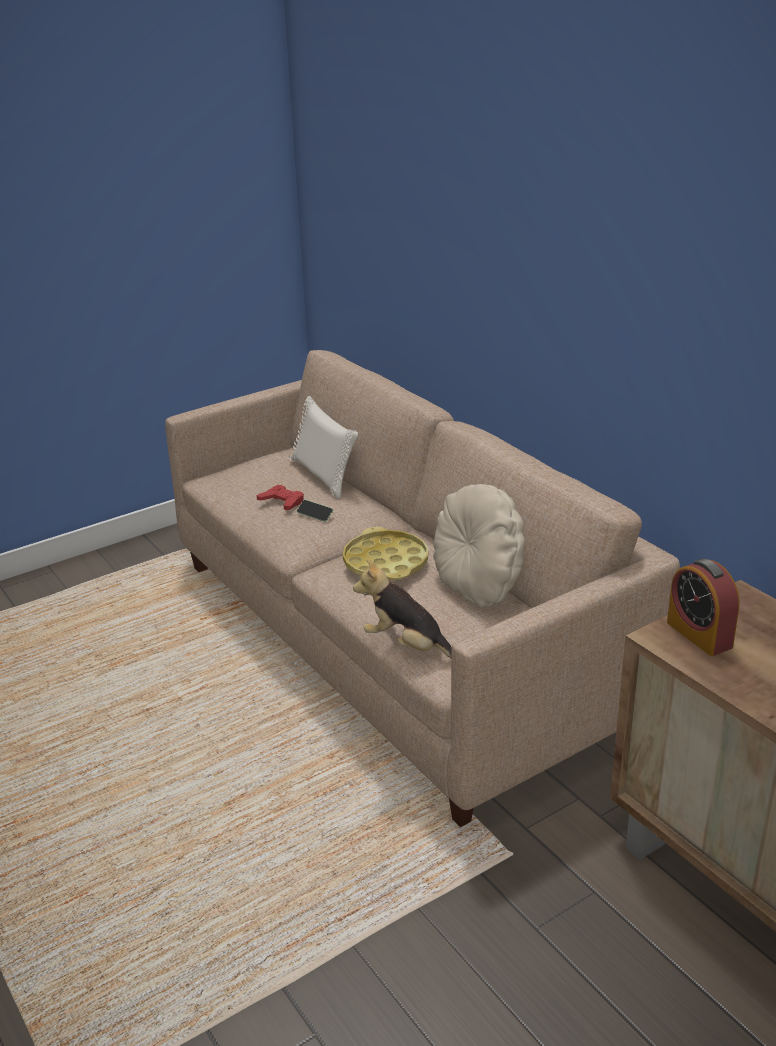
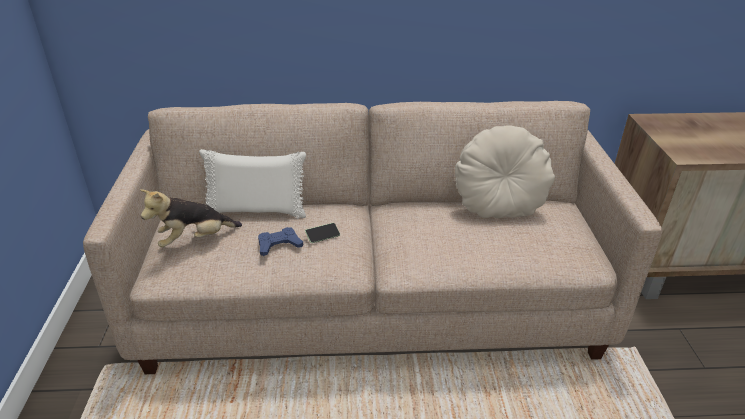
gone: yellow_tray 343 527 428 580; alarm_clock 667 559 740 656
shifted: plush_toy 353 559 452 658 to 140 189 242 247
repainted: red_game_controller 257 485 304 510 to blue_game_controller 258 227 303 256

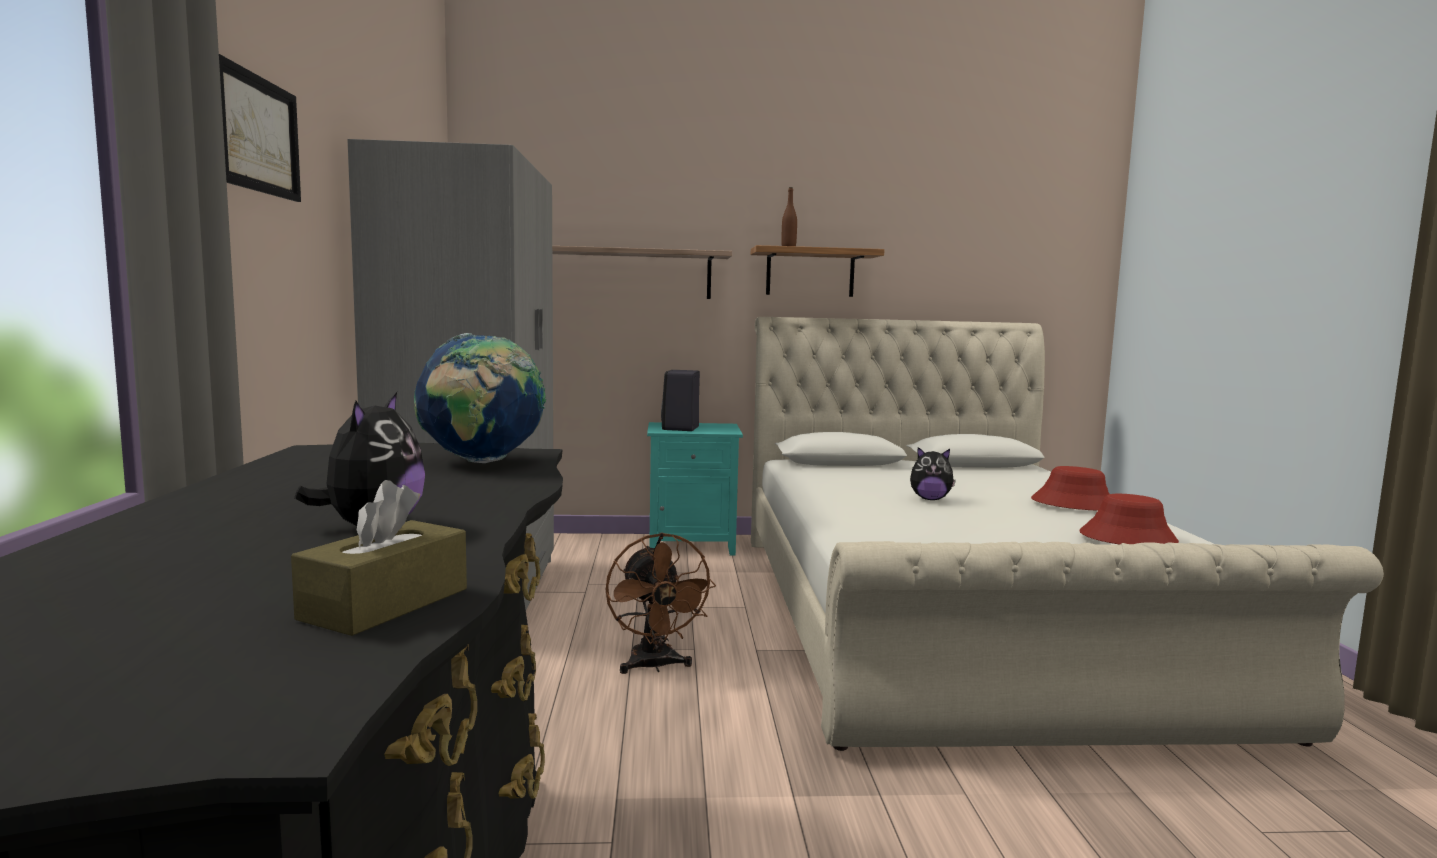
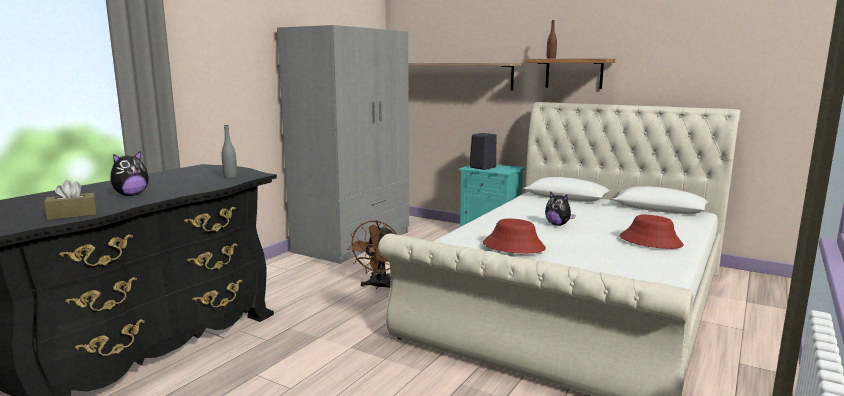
gone: picture 219 54 301 202
shifted: red_hat 1079 494 1179 544 to 483 219 546 254
swapped: globe 414 333 546 463 to grey_bottle 222 125 237 178

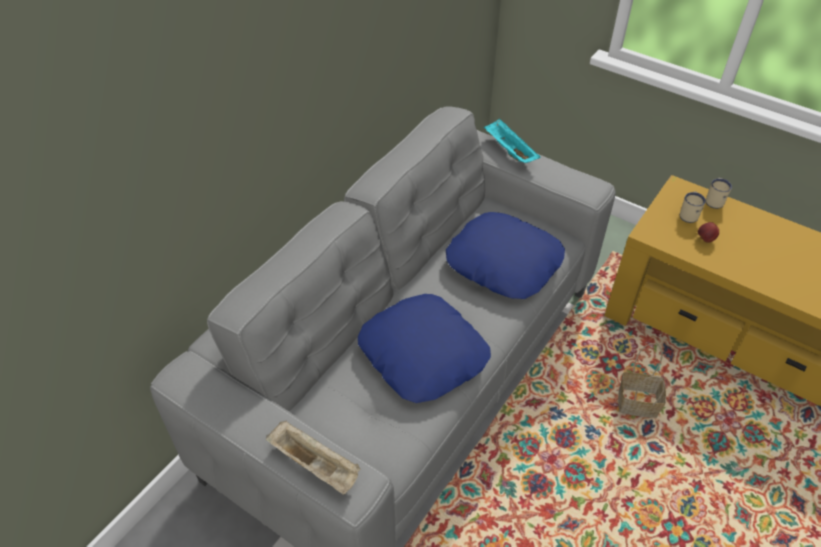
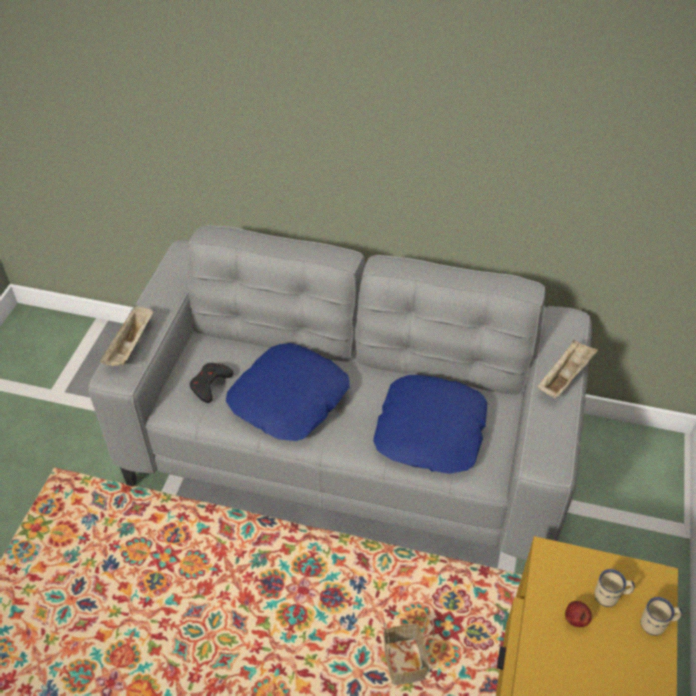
new: black_game_controller 190 363 233 403
repainted: turquoise_tray 484 119 540 163 to beige_tray 537 340 598 399

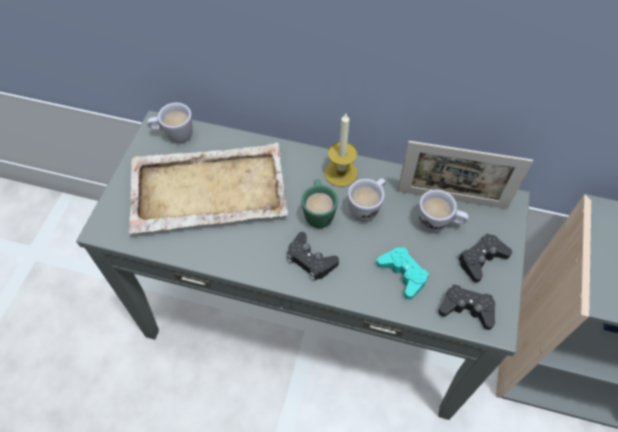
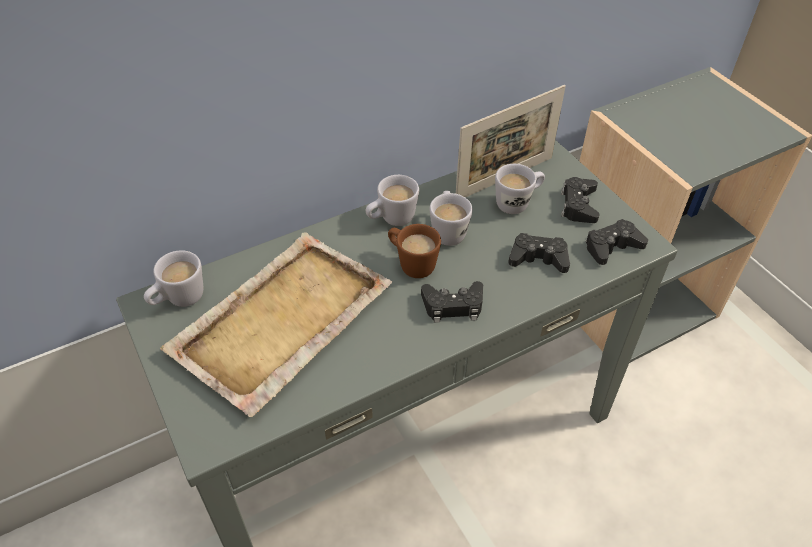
swapped: candle 325 114 358 187 to white_mug 366 175 419 226
repainted: green_mug 301 179 338 228 to brown_mug 388 224 441 278; turquoise_game_controller 376 247 429 300 to black_game_controller 508 233 570 273

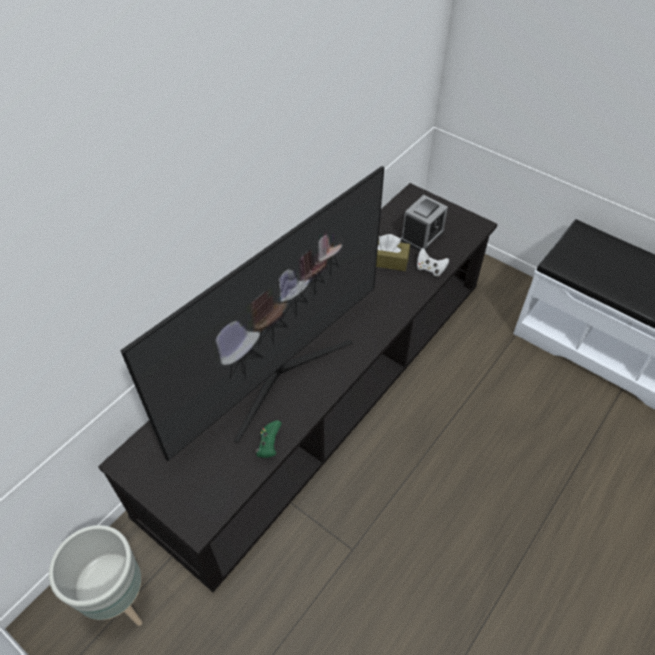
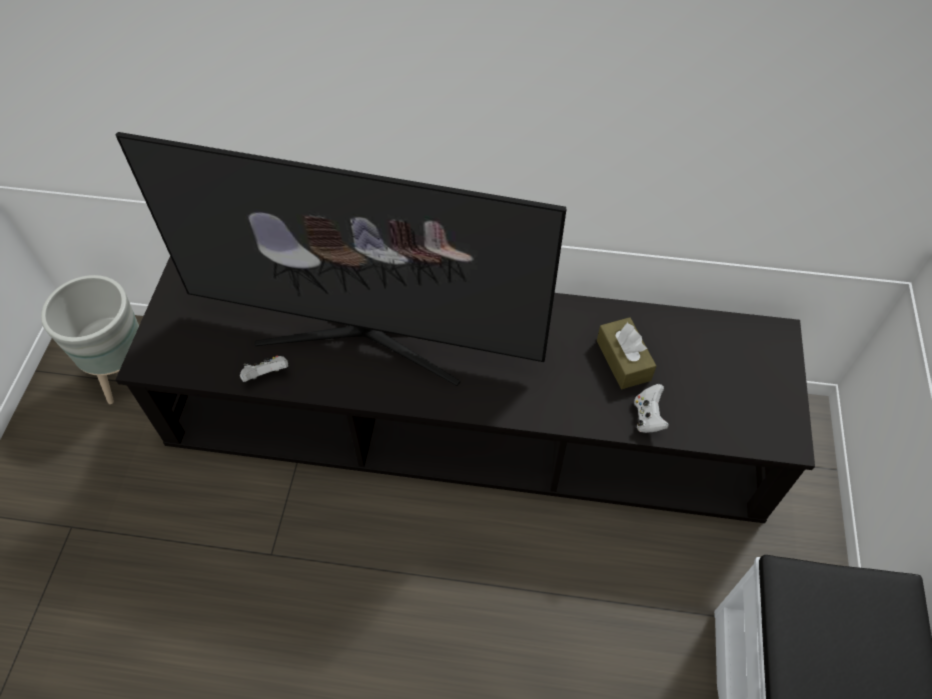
gone: alarm_clock 401 195 448 251
repainted: green_game_controller 255 420 282 458 to white_game_controller 240 355 288 382

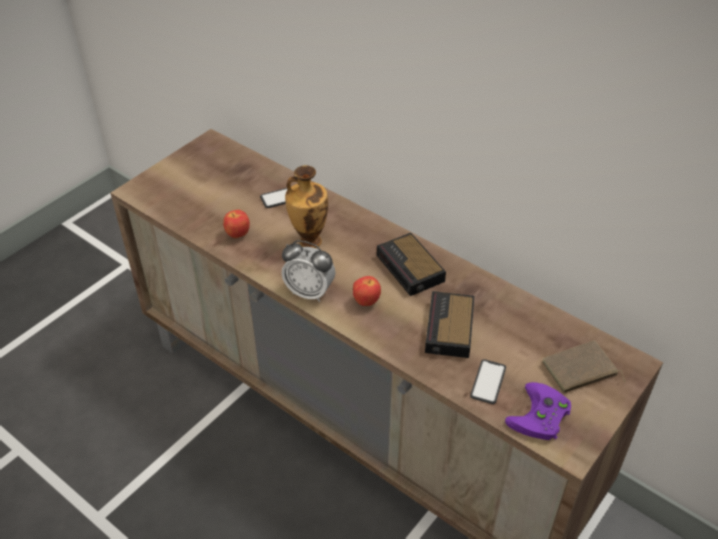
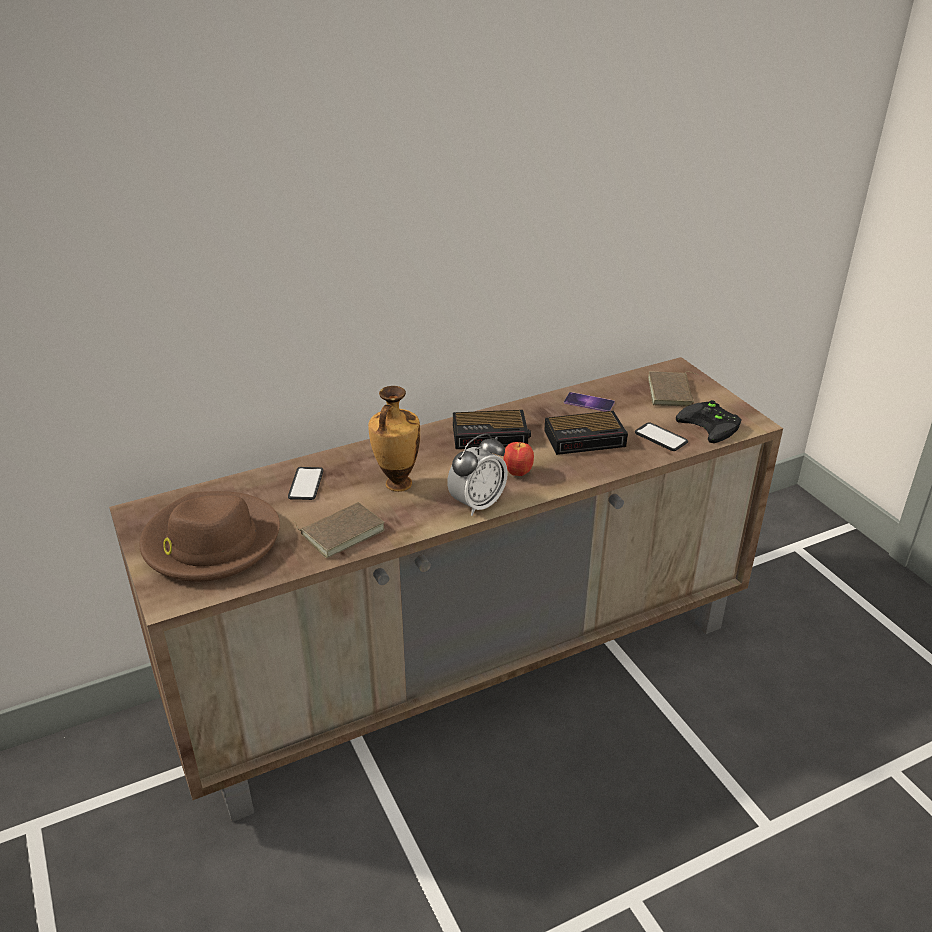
new: phone 564 392 615 412; brown_hat 139 491 280 582
swapped: apple 223 210 250 238 to brown_book 293 502 385 558
repainted: purple_game_controller 505 382 571 440 to black_game_controller 676 400 742 443
rotated: alarm_clock 425 291 474 358 = 544 411 628 455 45 degrees counterclockwise

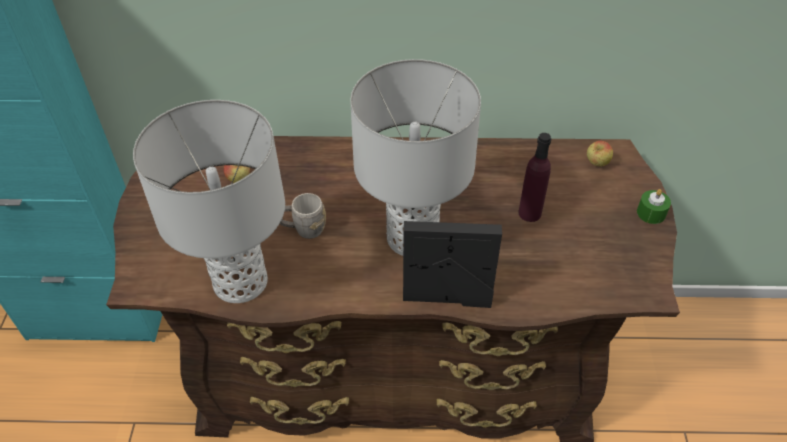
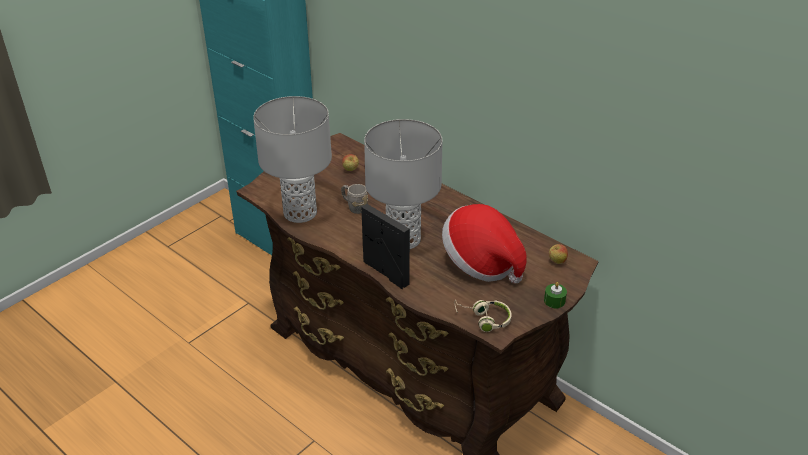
new: beige_headphones 454 300 512 332
swapped: purple_bottle 518 133 551 222 to hat 442 204 527 283

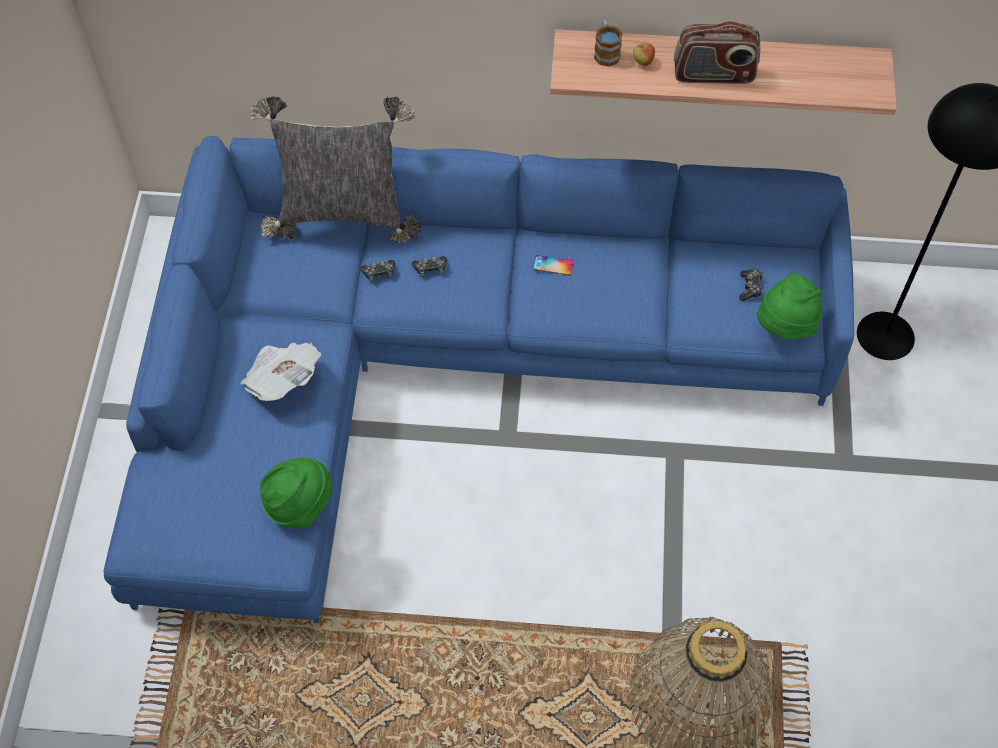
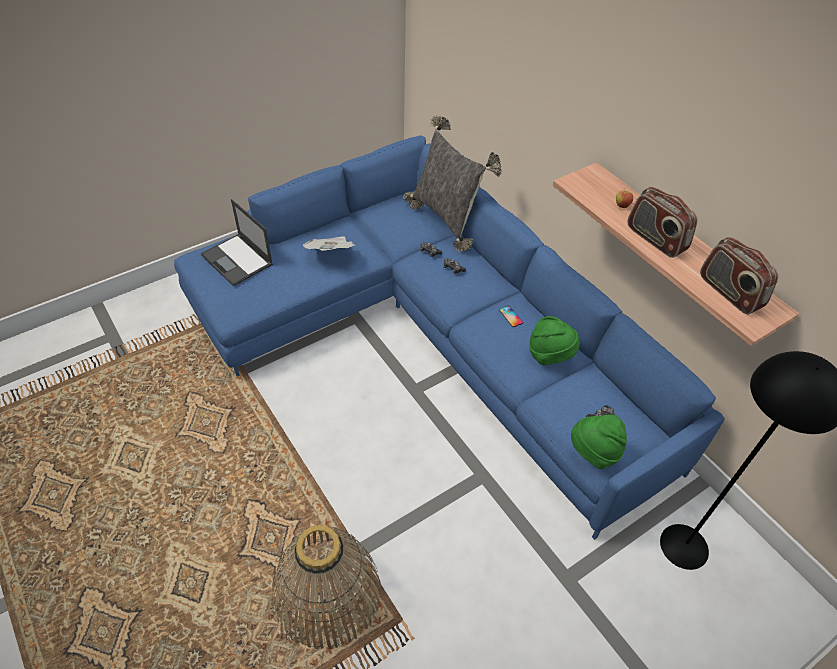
gone: mug 594 20 623 67
new: laptop 201 199 273 286; radio 700 237 778 315
shifted: green_hat 260 457 332 528 to 529 316 580 365

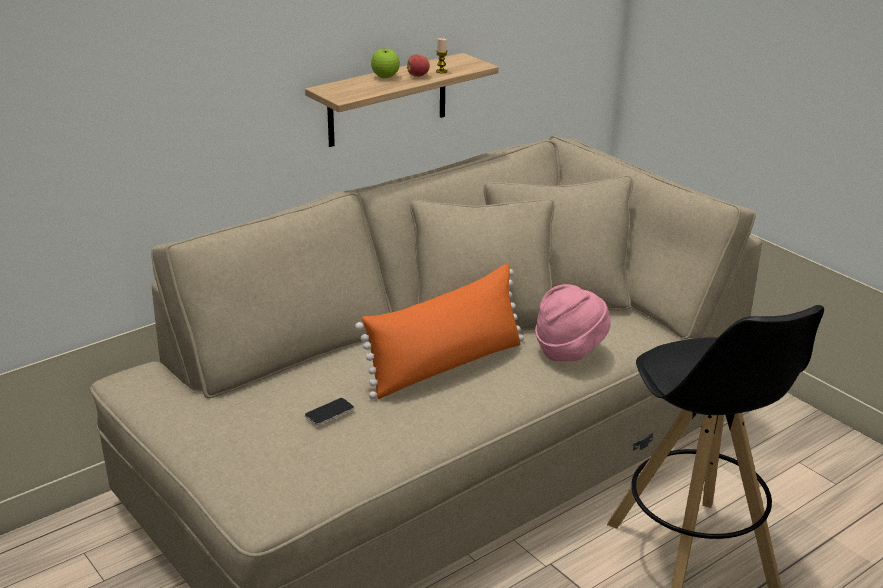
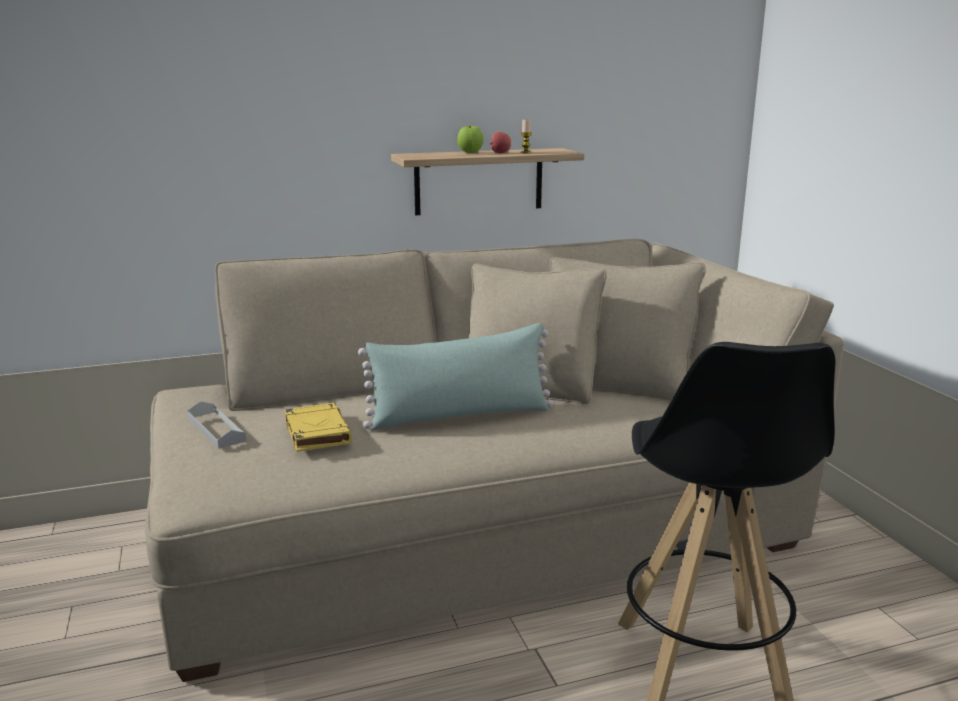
gone: pink_hat 535 284 611 361
new: grey_tray 187 401 246 449
swapped: phone 305 398 354 425 to yellow_book 285 403 352 452
repainted: orange_pillow 355 264 524 399 to green_pillow 358 323 553 430

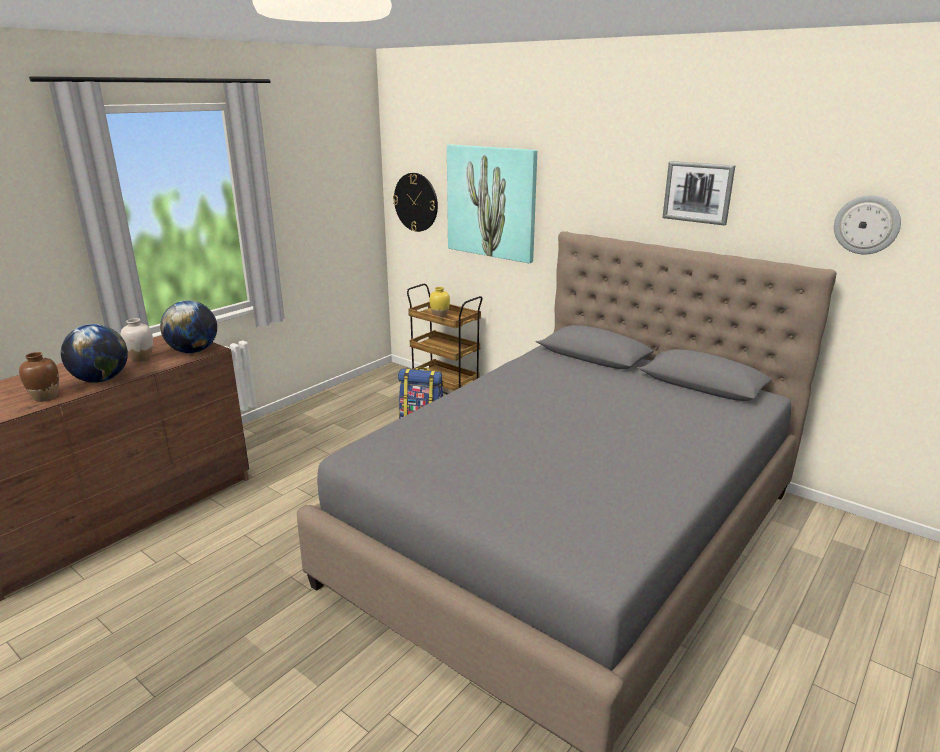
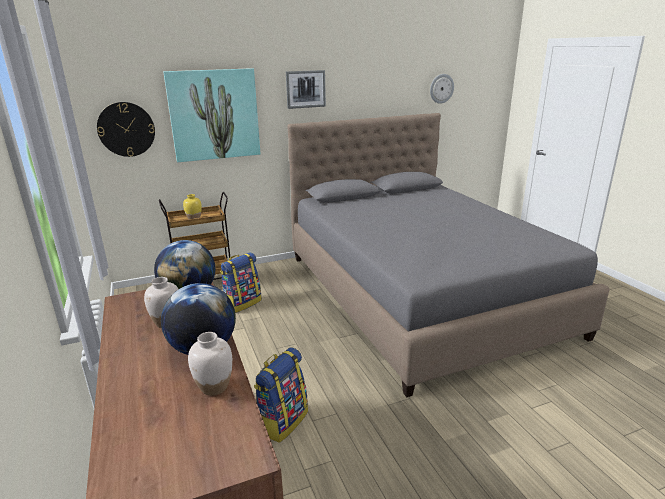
new: backpack 254 348 308 443
shifted: picture 663 161 735 225 to 286 70 326 109
repainted: brown_vase 19 352 59 402 to white_vase 188 332 232 396

